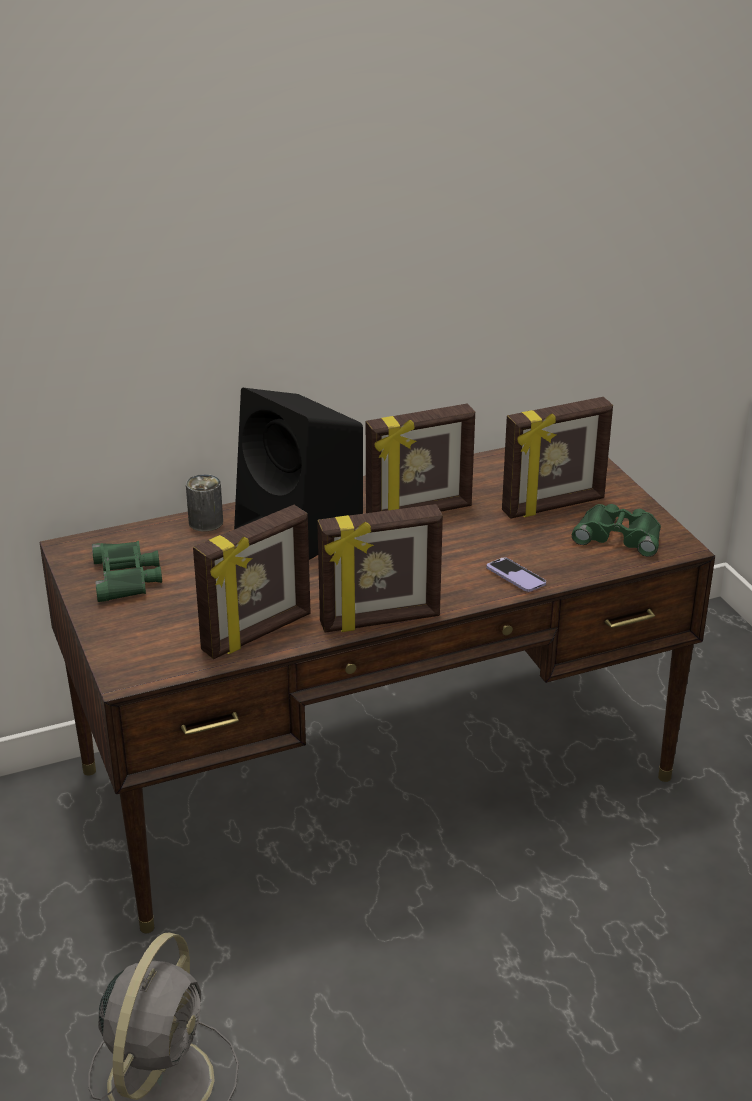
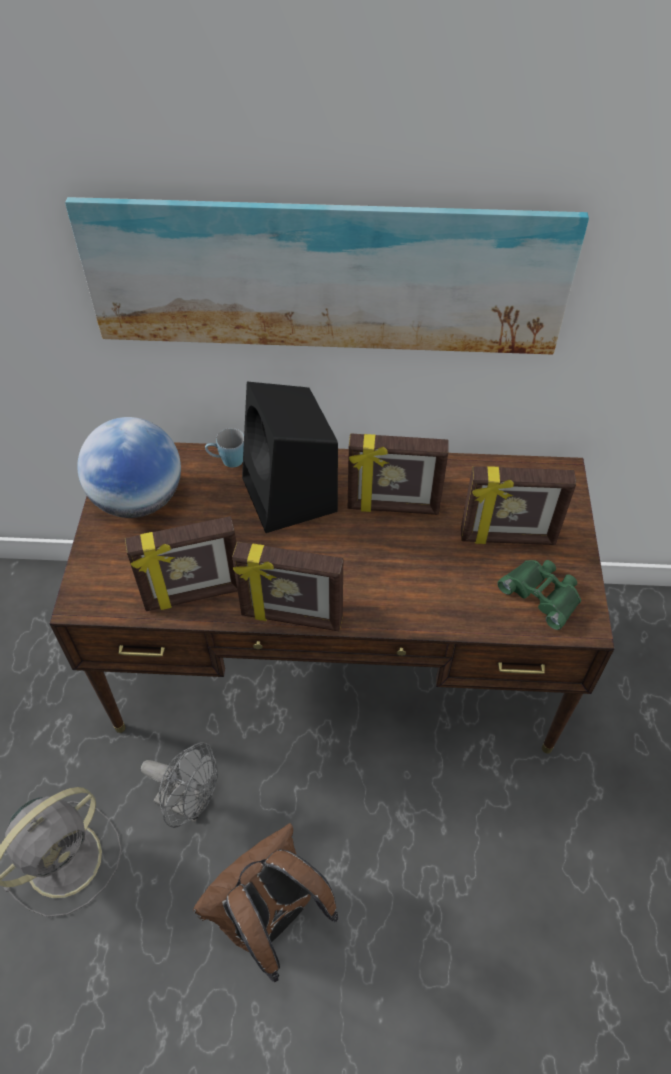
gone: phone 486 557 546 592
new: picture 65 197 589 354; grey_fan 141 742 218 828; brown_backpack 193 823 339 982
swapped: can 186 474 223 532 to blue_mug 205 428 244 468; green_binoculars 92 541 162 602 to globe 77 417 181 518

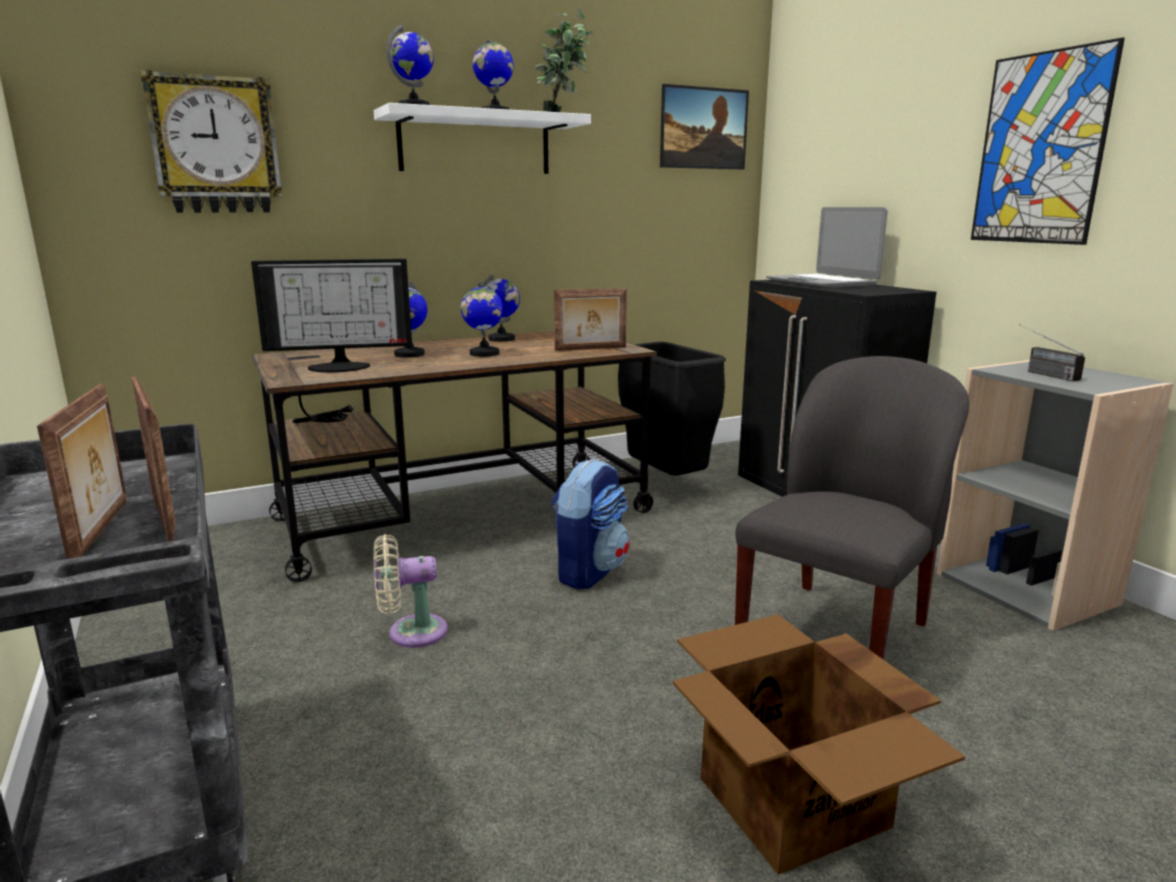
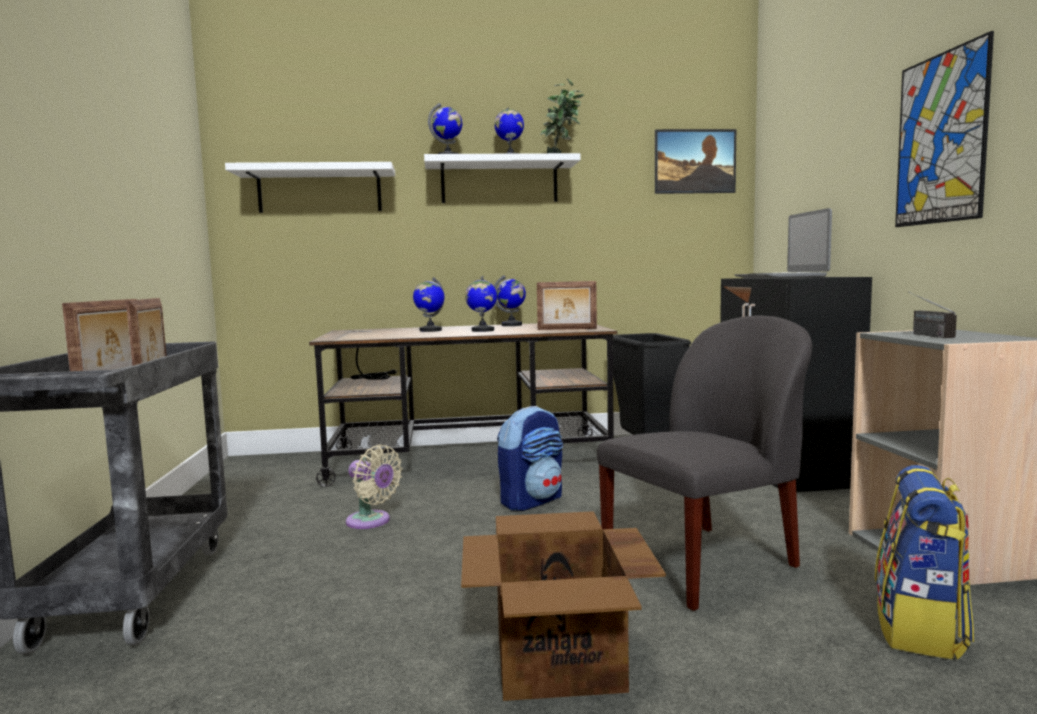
gone: monitor 251 259 412 373
new: backpack 875 465 974 660
swapped: wall_clock 141 70 282 213 to white_shelf 225 162 395 213
rotated: beige_fan 373 534 448 648 = 346 444 403 529 150 degrees counterclockwise

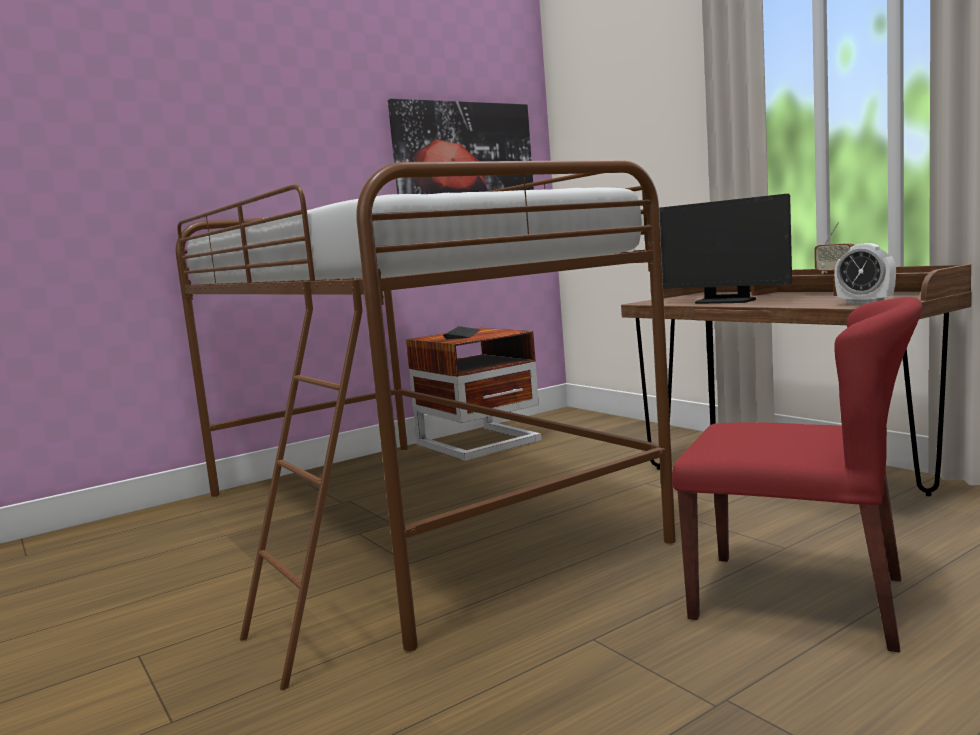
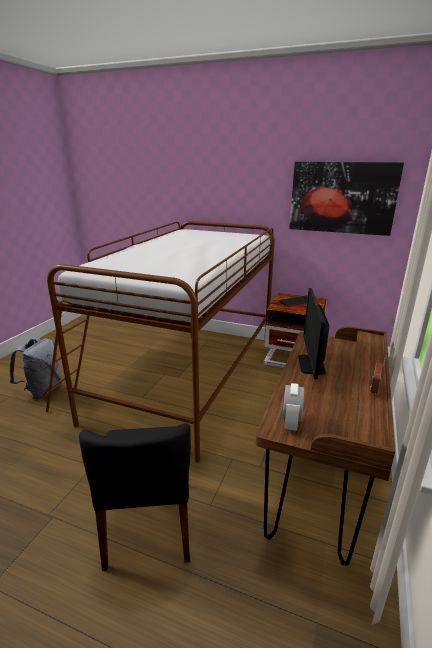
new: grey_backpack 10 338 62 399
repainted: red_chair 672 297 923 653 to black_chair 79 423 191 571

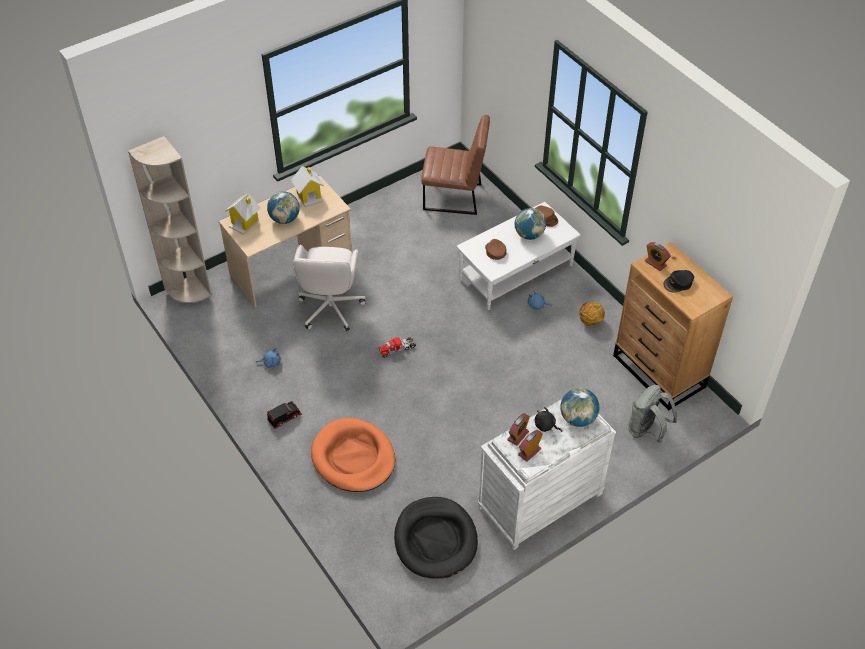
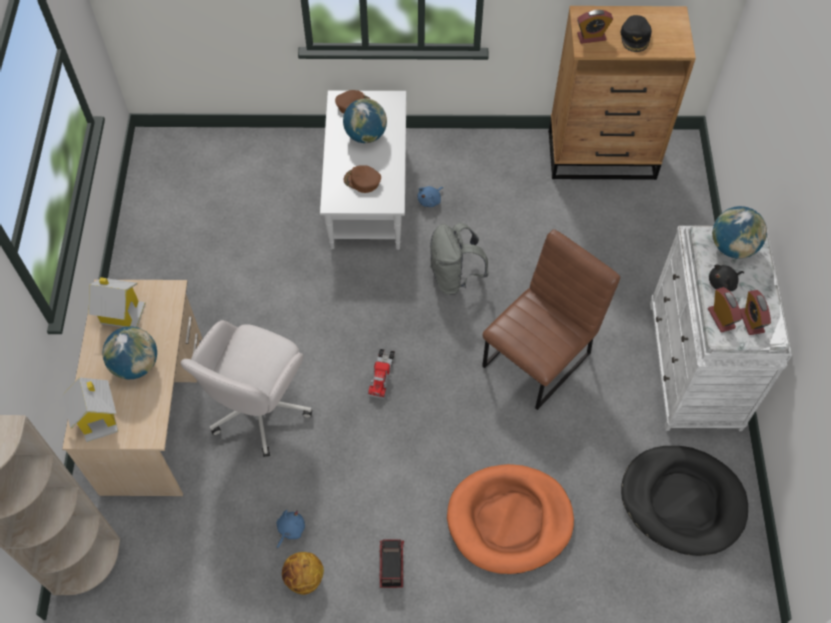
shifted: brown_chair 421 115 490 215 to 482 229 620 410; basketball 579 301 605 326 to 282 552 324 595; grey_backpack 628 385 677 443 to 430 223 489 295
rotated: white_office_chair 293 244 366 332 = 181 320 312 457 75 degrees clockwise

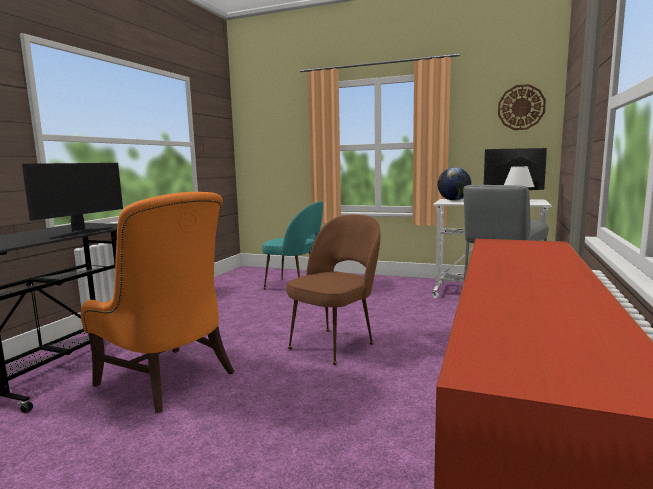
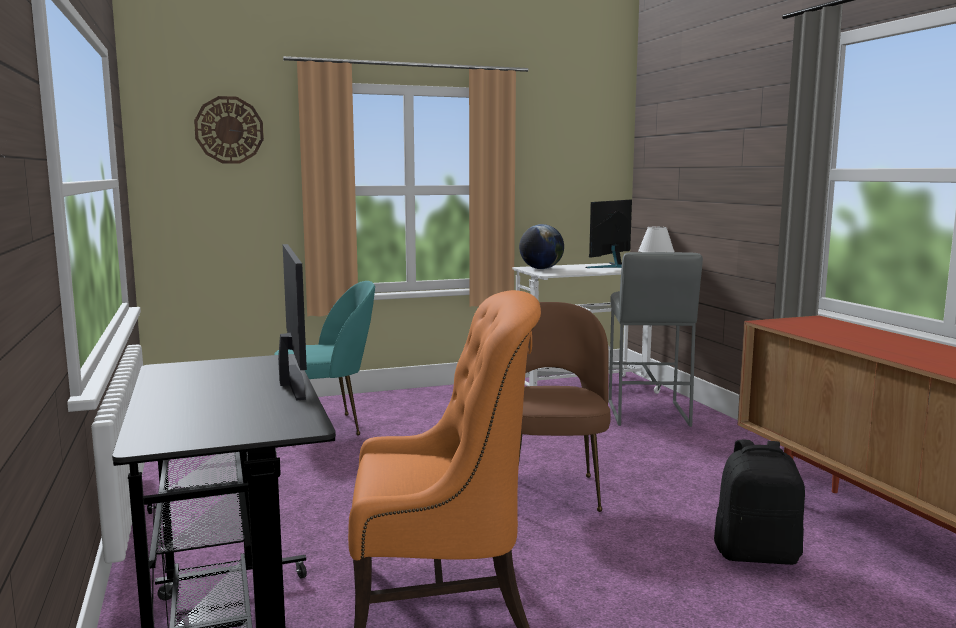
new: black_backpack 714 440 805 565
shifted: wall_clock 498 84 546 130 to 194 96 264 163

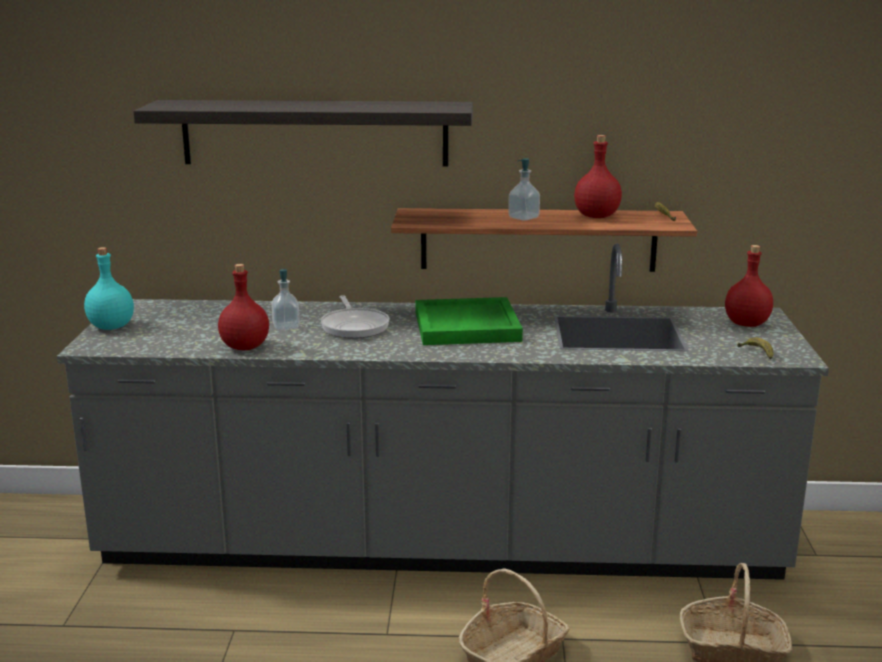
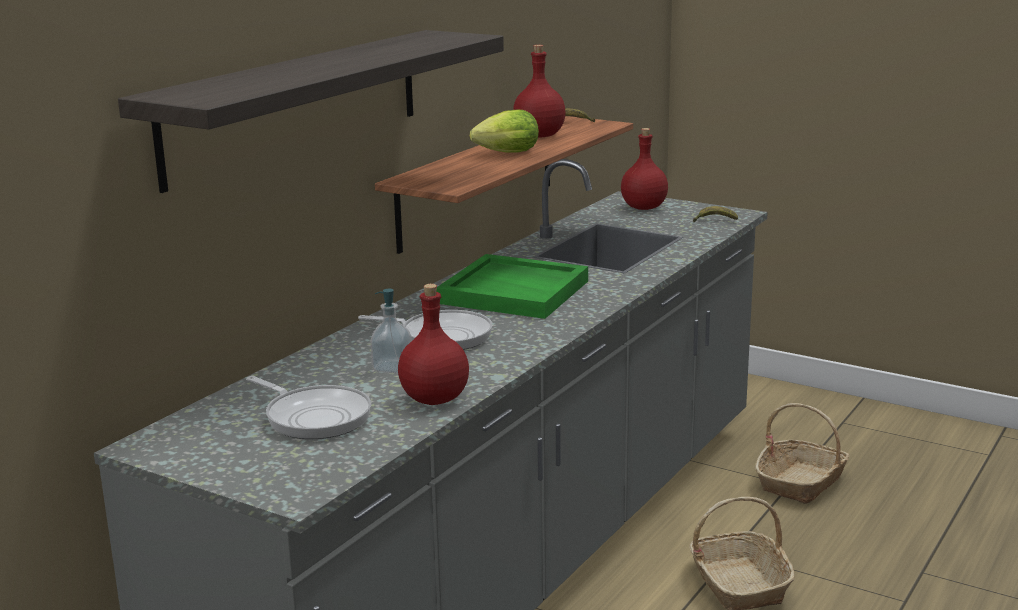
gone: turquoise_bottle 84 247 134 330
new: frying_pan 246 376 371 439
swapped: soap_dispenser 508 158 540 221 to lettuce 470 109 539 153

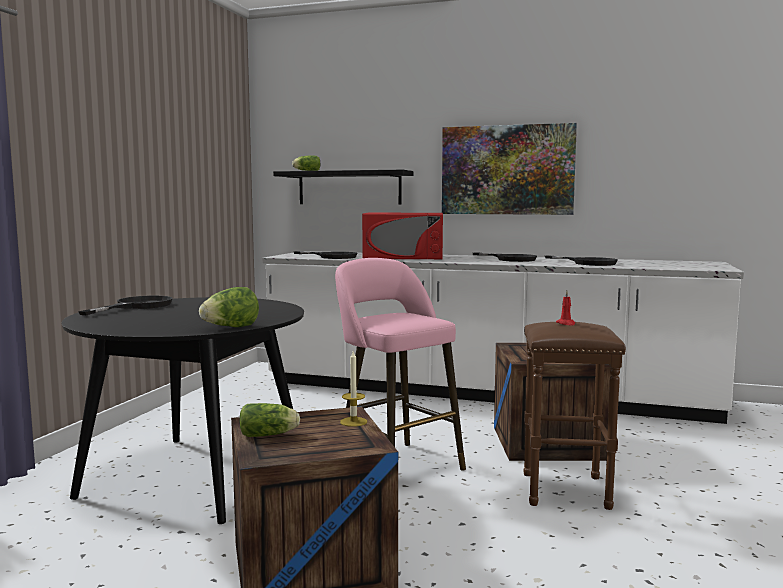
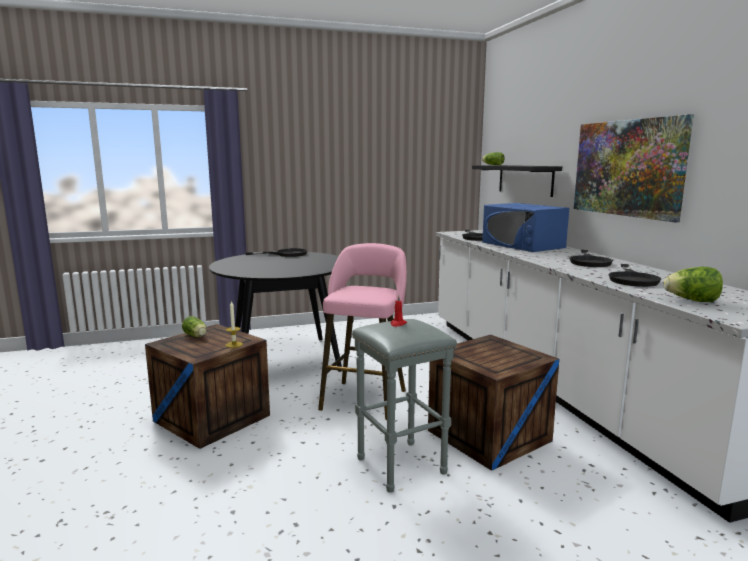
shifted: lettuce 199 287 259 327 to 663 267 723 302
repainted: red_microwave 362 213 443 259 to blue_microwave 482 203 569 252; brown_stool 524 322 626 510 to grey_stool 352 319 457 493

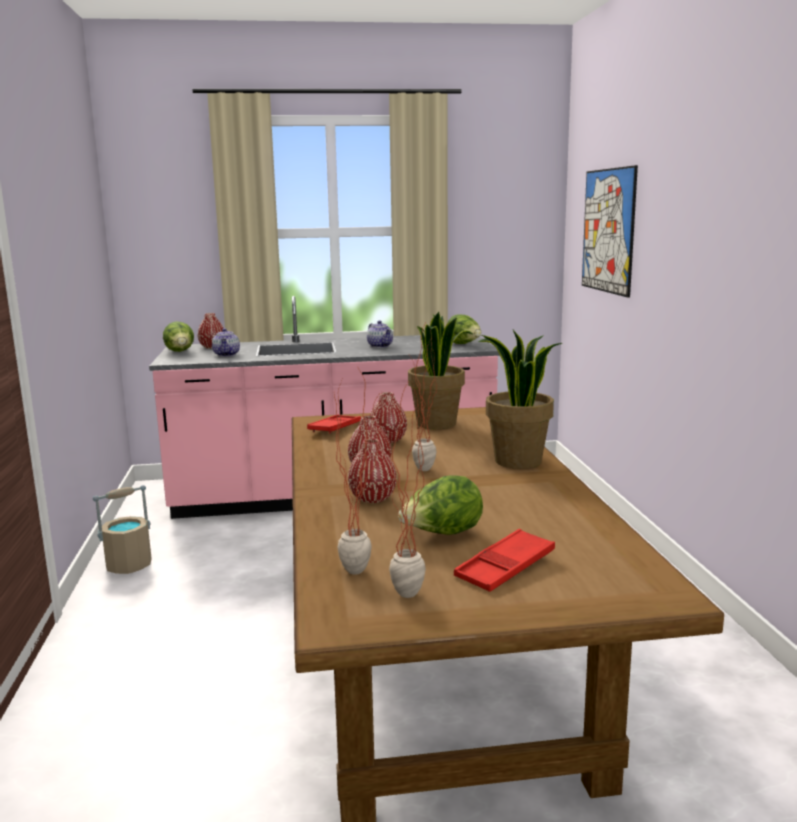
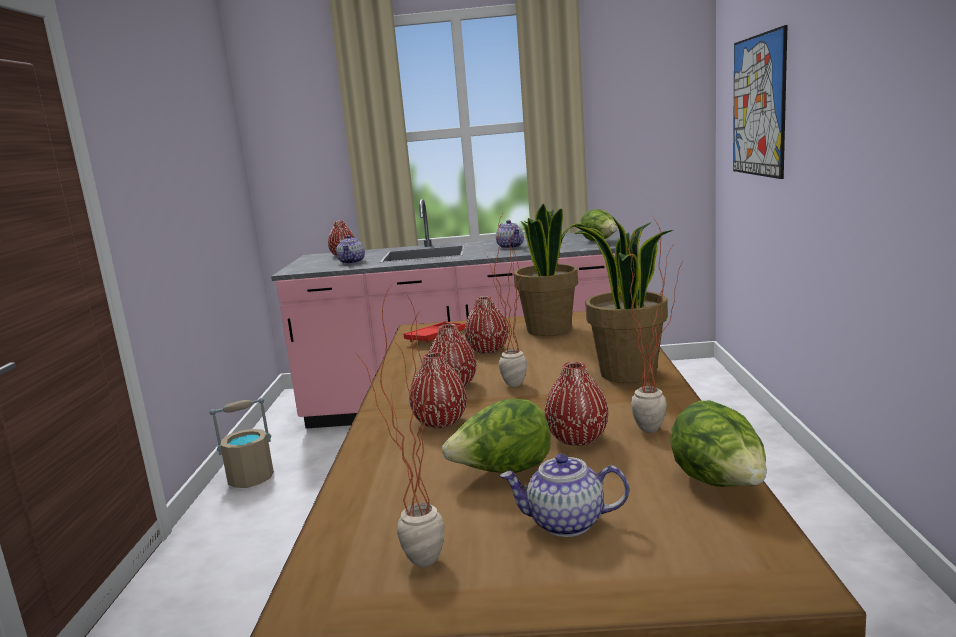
new: red_vase 545 362 608 446
shifted: lettuce 163 321 194 352 to 670 401 767 487; potted_plant 334 366 384 575 to 627 216 683 433
swapped: red_tray 454 529 555 592 to teapot 500 454 629 537

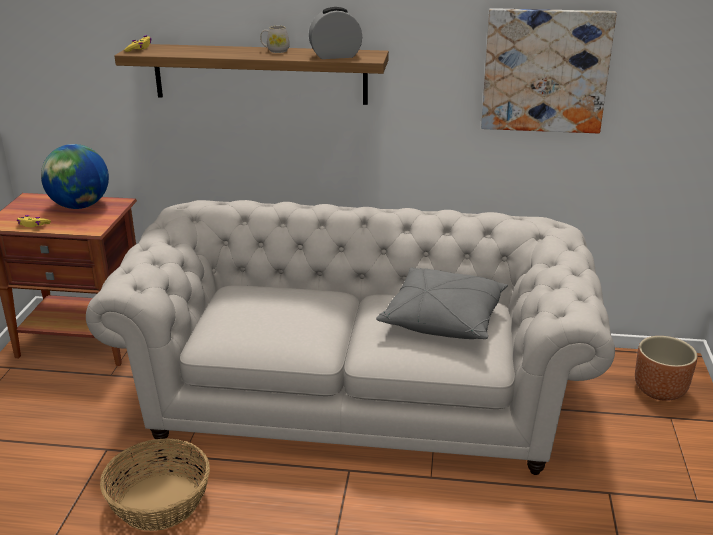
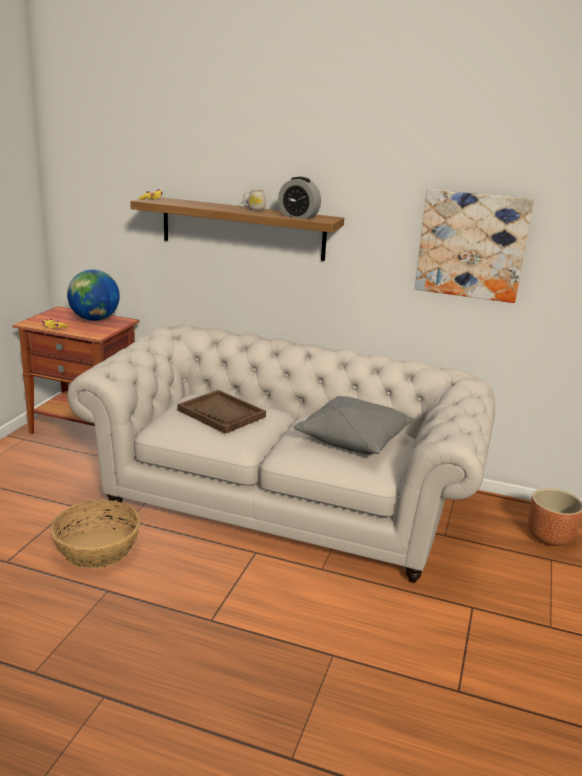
new: brown_tray 178 390 266 434
rotated: alarm_clock 309 7 362 59 = 278 177 321 219 150 degrees counterclockwise

